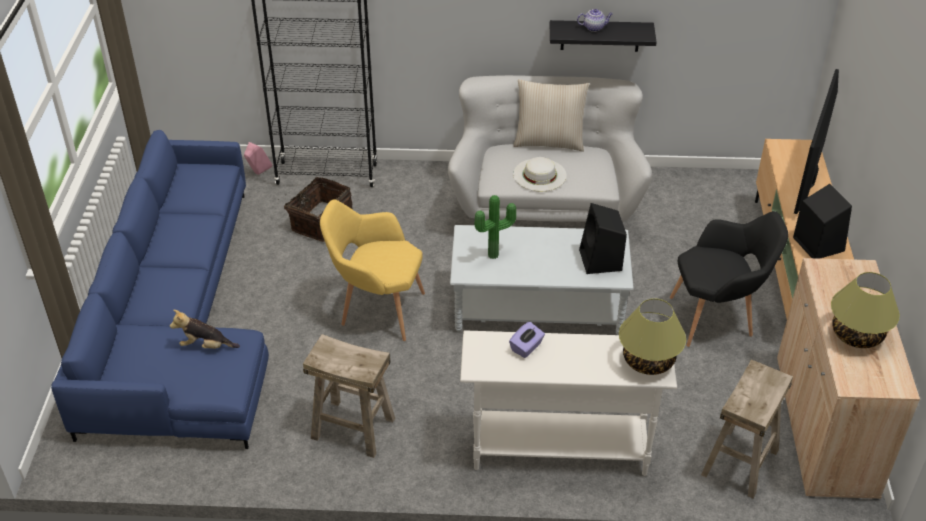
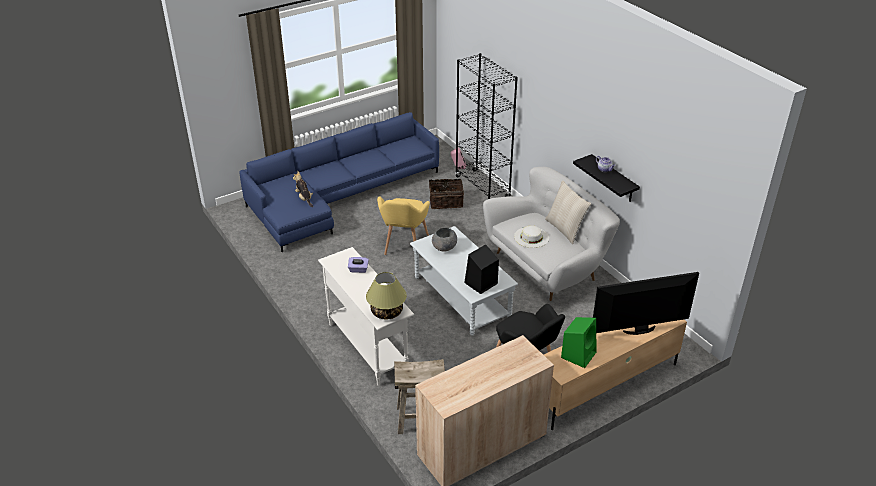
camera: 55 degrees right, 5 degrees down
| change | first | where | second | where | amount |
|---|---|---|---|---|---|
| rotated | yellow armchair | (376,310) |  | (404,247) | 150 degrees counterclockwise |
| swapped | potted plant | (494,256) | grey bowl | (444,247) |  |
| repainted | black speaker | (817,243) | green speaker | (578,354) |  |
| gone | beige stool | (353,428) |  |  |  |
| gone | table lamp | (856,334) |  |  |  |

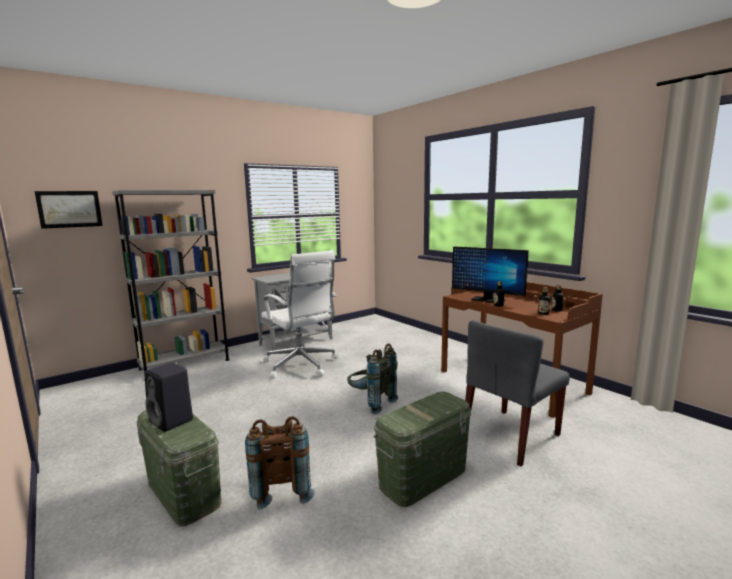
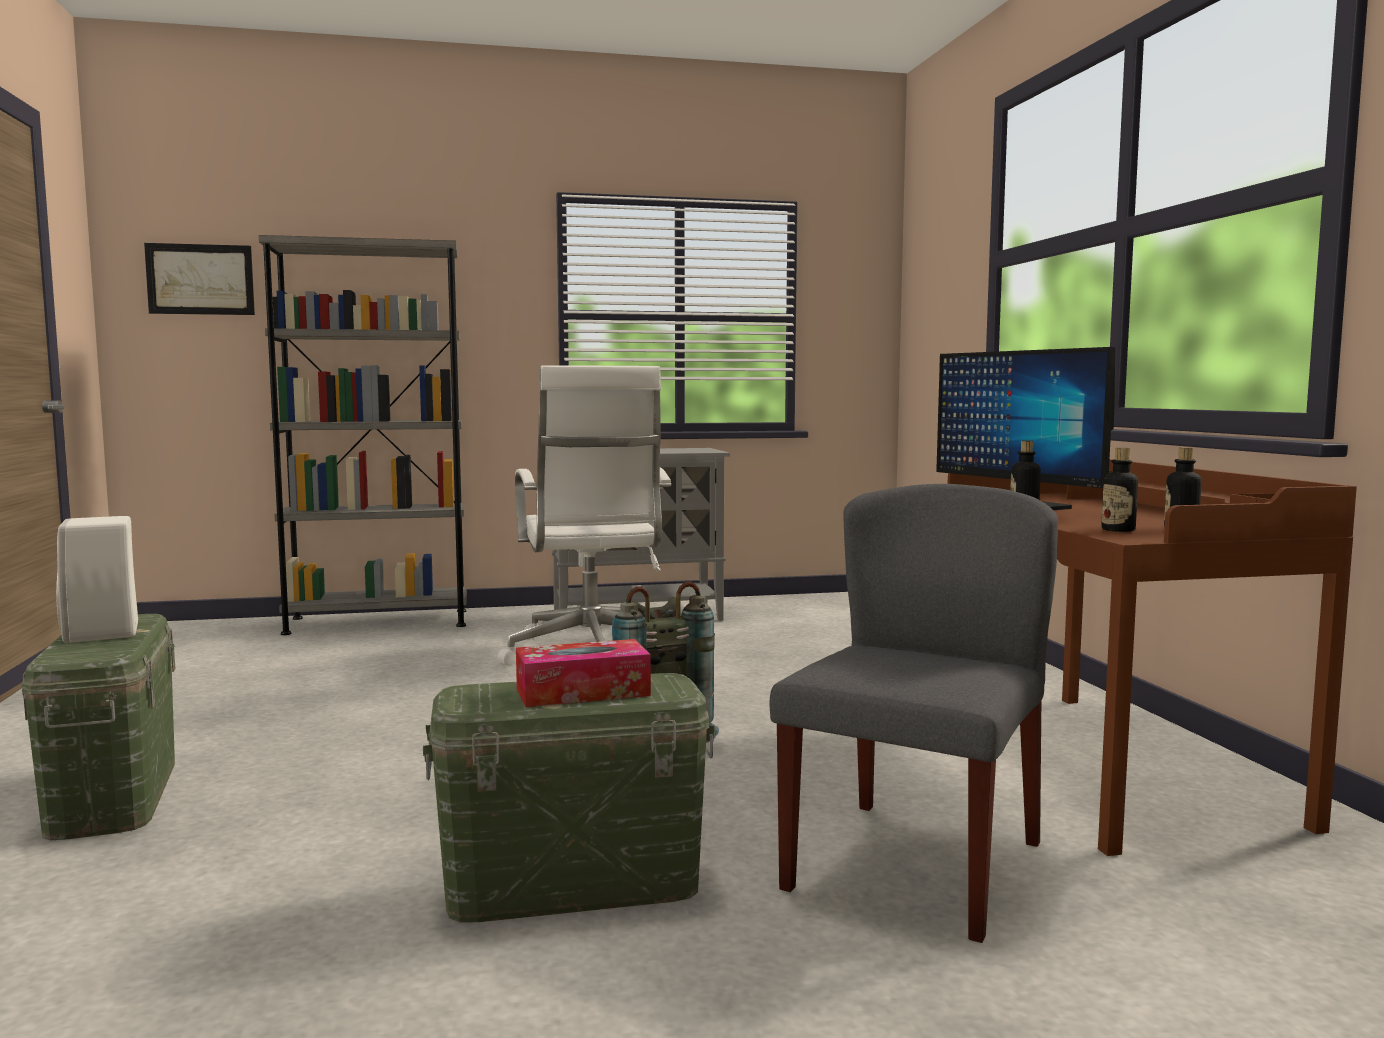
camera: 25 degrees right, 5 degrees down
| change | first | where | second | where | amount |
|---|---|---|---|---|---|
| repainted | black speaker | (172,421) | white speaker | (102,634) |  |
| new |  |  | tissue box | (582,692) |  |
| rotated | grey chair | (510,436) |  | (915,864) | 135 degrees clockwise |
| gone | brown backpack | (282,488) |  |  |  |

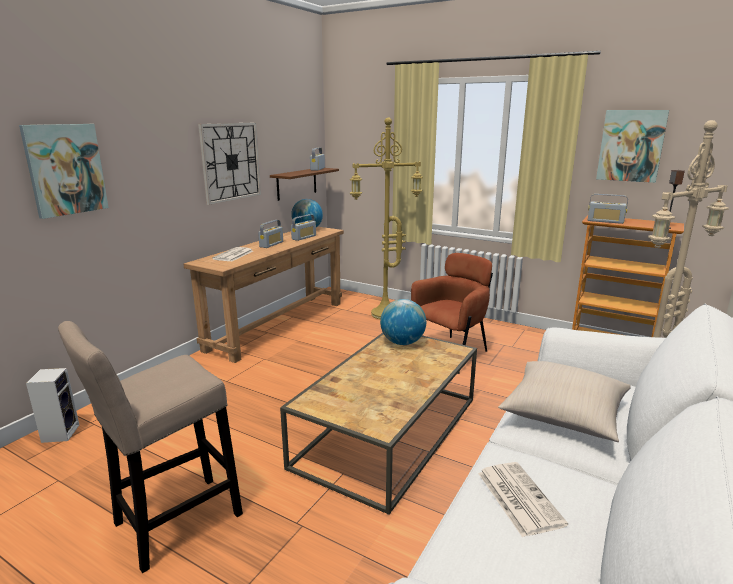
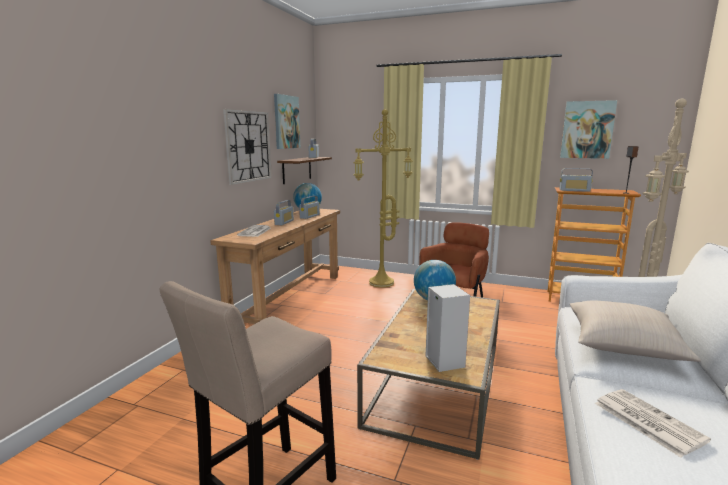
camera: 10 degrees left, 5 degrees down
| change | first | where | second | where | amount |
|---|---|---|---|---|---|
| shifted | picture | (65,169) |  | (286,122) |  |
| shifted | speaker | (60,432) |  | (443,361) |  |

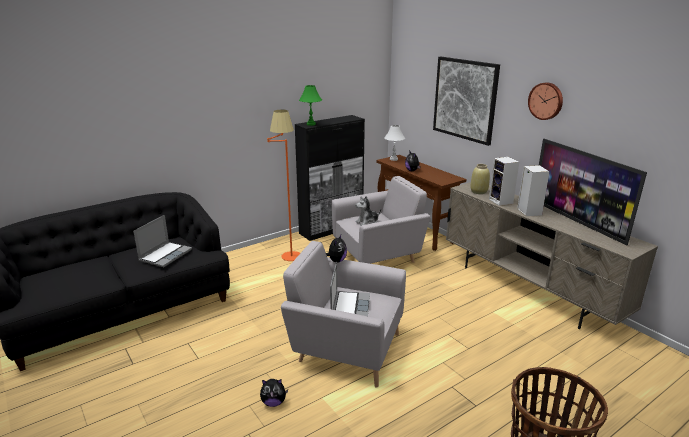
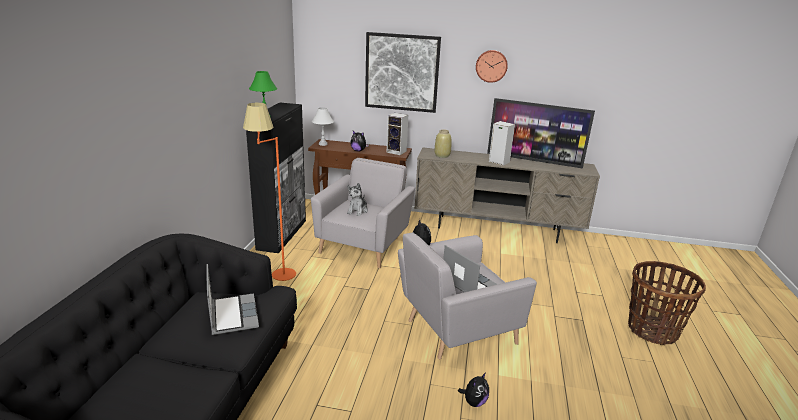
camera: 45 degrees left, 0 degrees up
| change | first | where | second | where | amount |
|---|---|---|---|---|---|
| shifted | speaker | (501,201) |  | (397,152) |  |

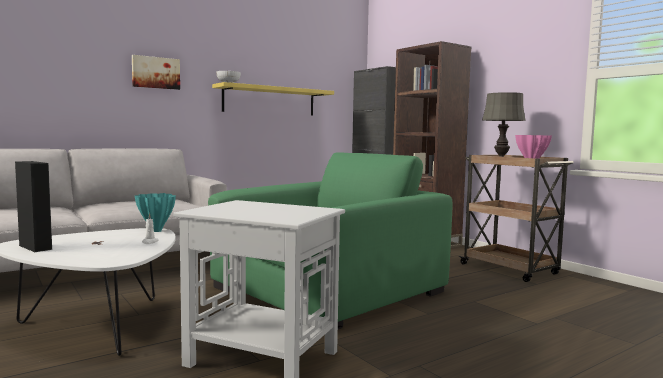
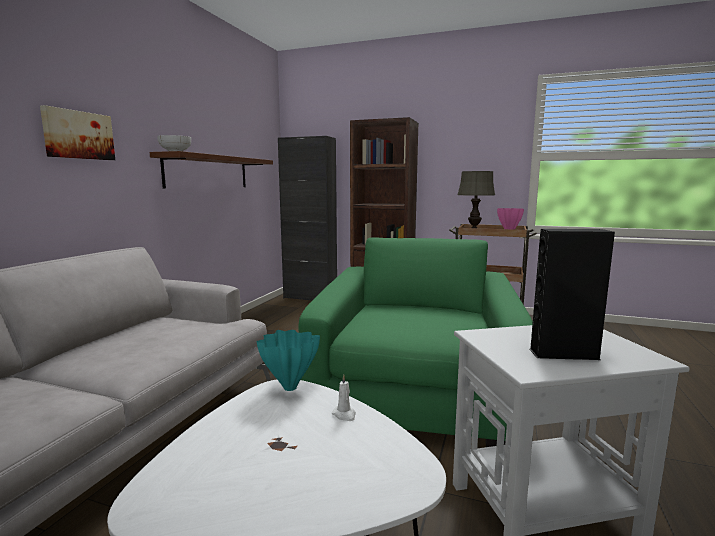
camera: 35 degrees left, 5 degrees up
| change | first | where | second | where | amount |
|---|---|---|---|---|---|
| repainted | yellow shelf | (269,101) | brown shelf | (208,172) |  |
| shifted | black speaker | (35,247) |  | (563,354) |  |

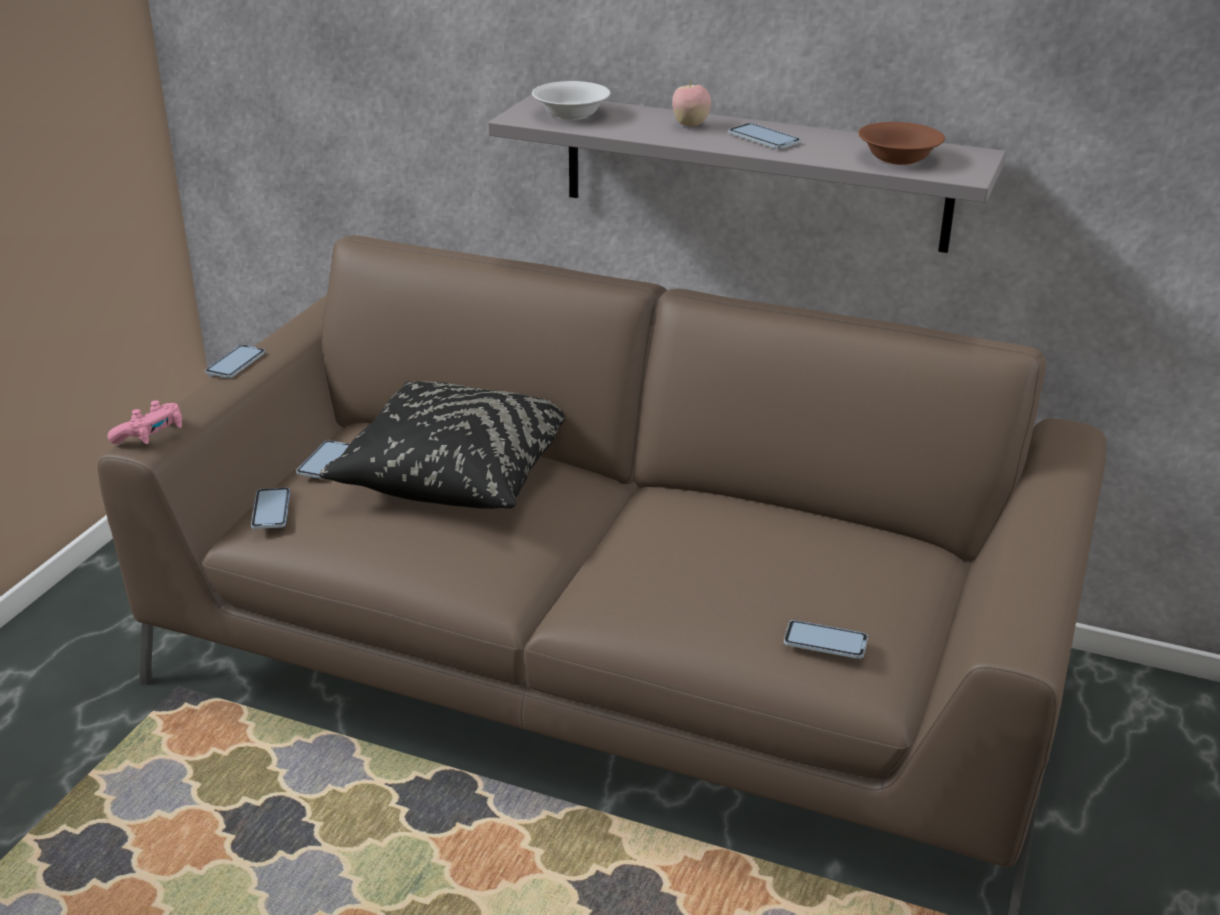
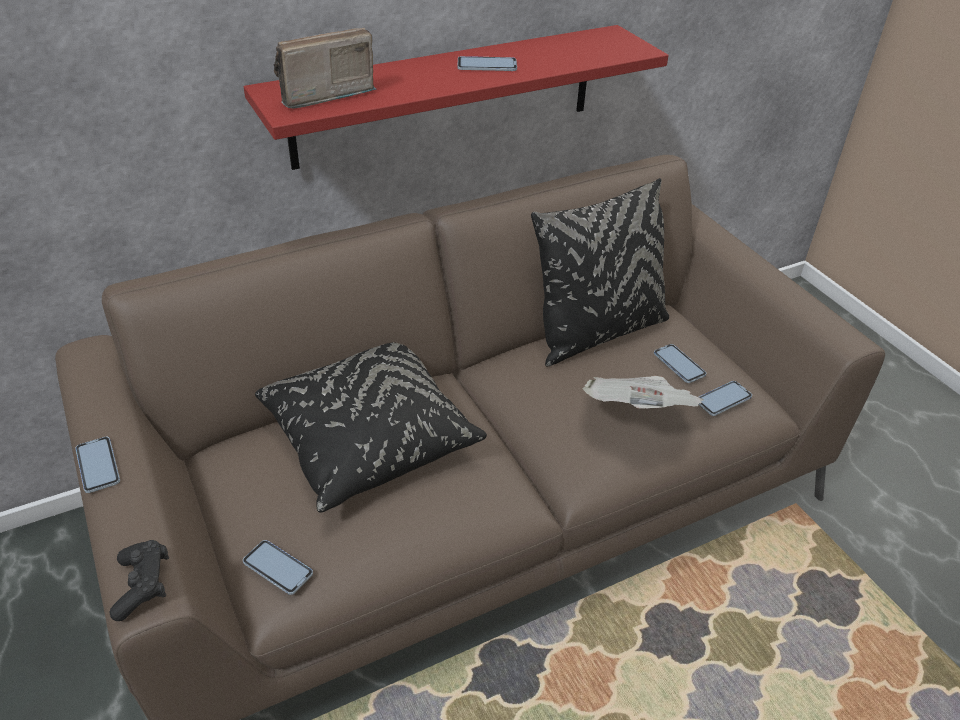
camera: 50 degrees left, 10 degrees up
| change | first | where | second | where | amount |
|---|---|---|---|---|---|
| repainted | pink game controller | (151,436) | black game controller | (143,586) |  |
| repainted | grey shelf | (754,172) | red shelf | (446,96) |  |
| swapped | white bowl | (572,114) | radio | (320,94) |  |
| new |  |  | black pillow | (597,332) |  |
| new |  |  | newspaper | (637,414) |  |
| shifted | phone | (325,461) |  | (679,364) |  |
| gone | apple | (690,125) |  |  |  |
| gone | brown bowl | (897,158) |  |  |  |

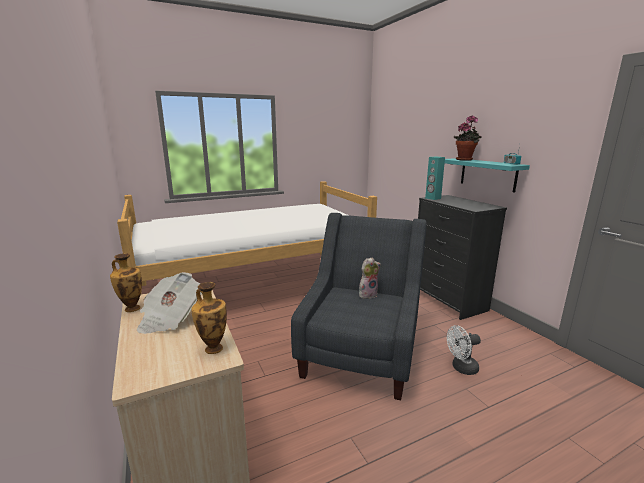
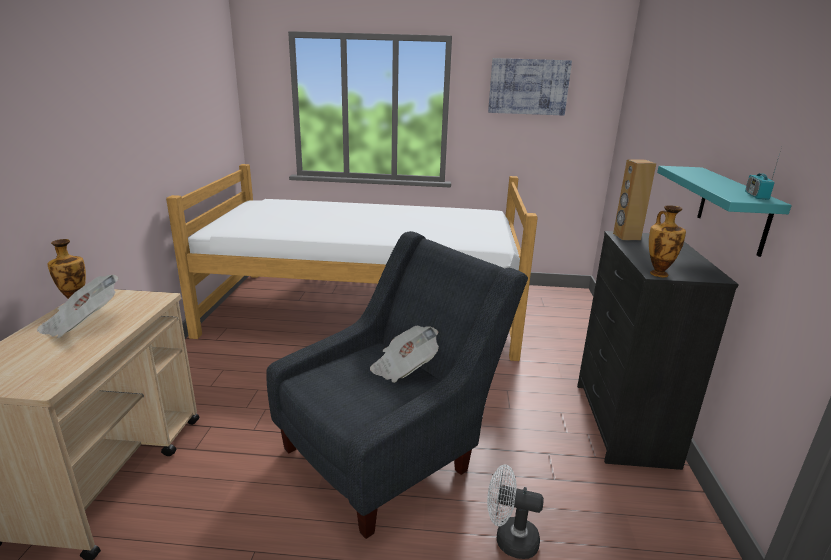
camera: 30 degrees right, 5 degrees up
| change | first | where | second | where | amount |
|---|---|---|---|---|---|
| swapped | plush toy | (368,294) | newspaper | (404,368) |  |
| new |  |  | picture | (528,87) |  |
| repainted | turquoise speaker | (432,198) | brown speaker | (626,236) |  |
| shifted | vase | (213,348) |  | (658,273) |  |
| gone | potted plant | (465,159) |  |  |  |

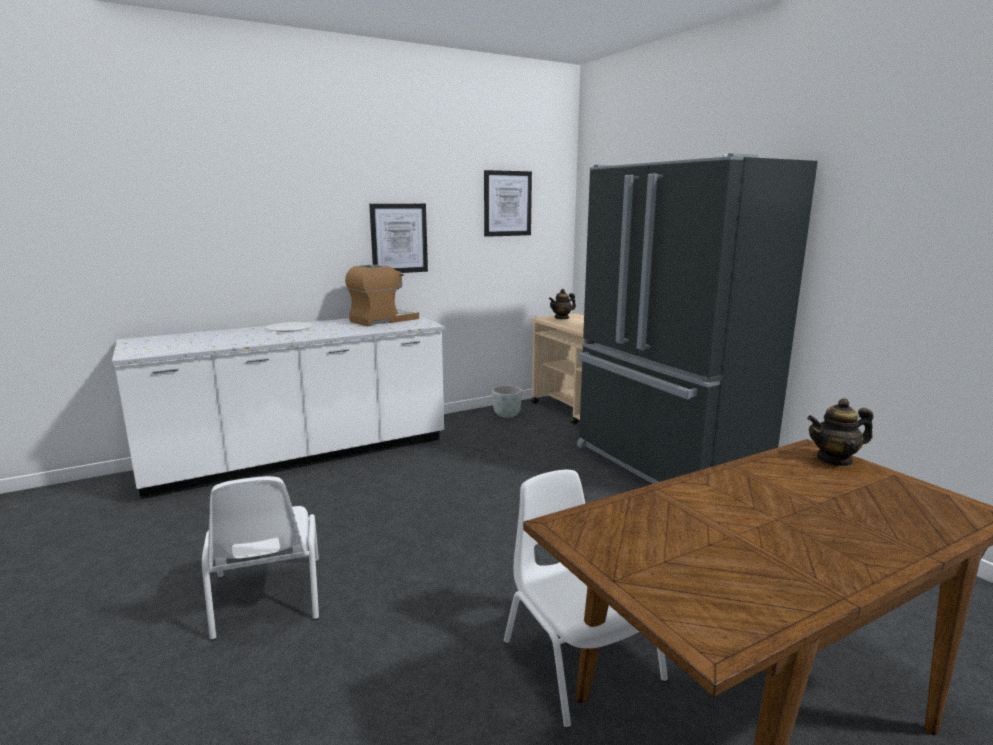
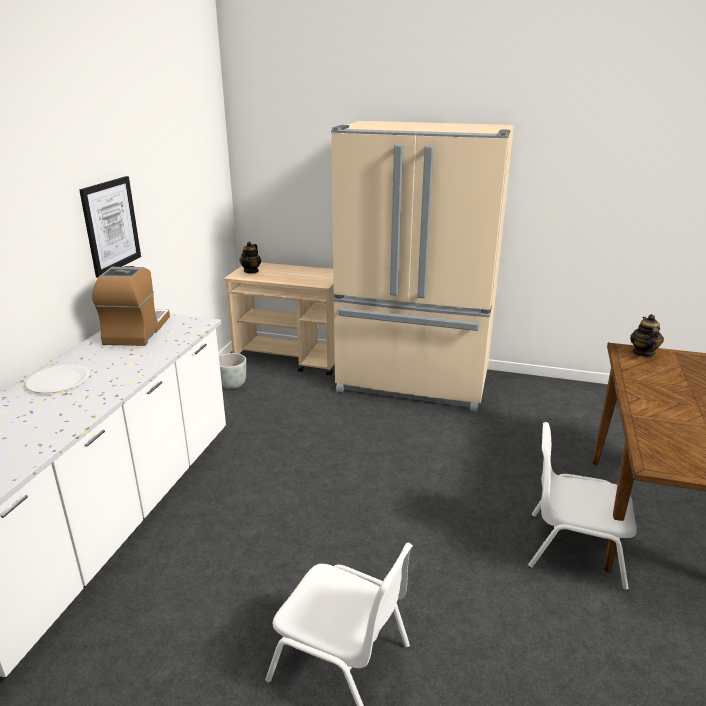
camera: 45 degrees left, 10 degrees up
| change | first | where | second | where | amount |
|---|---|---|---|---|---|
| repainted | black fridge | (665,465) | beige fridge | (413,382) |  |
| rotated | teapot | (835,460) |  | (643,353) | 150 degrees clockwise |
| gone | picture | (507,203) |  |  |  |

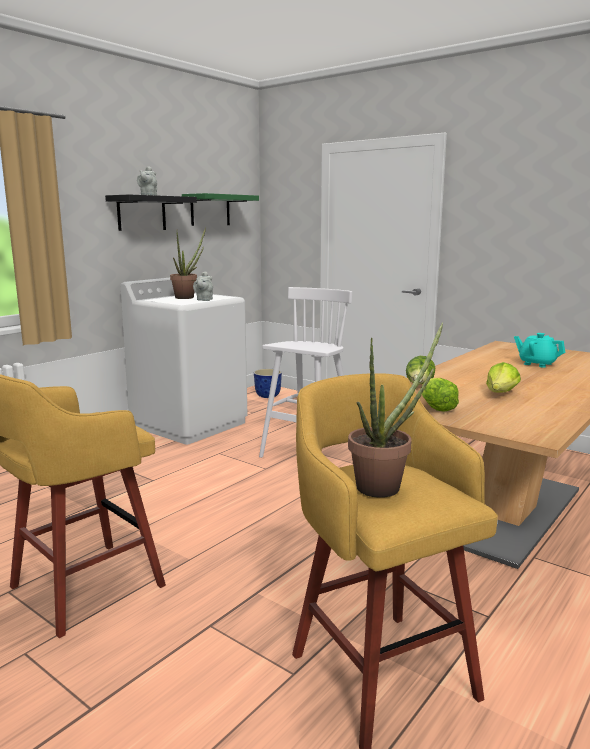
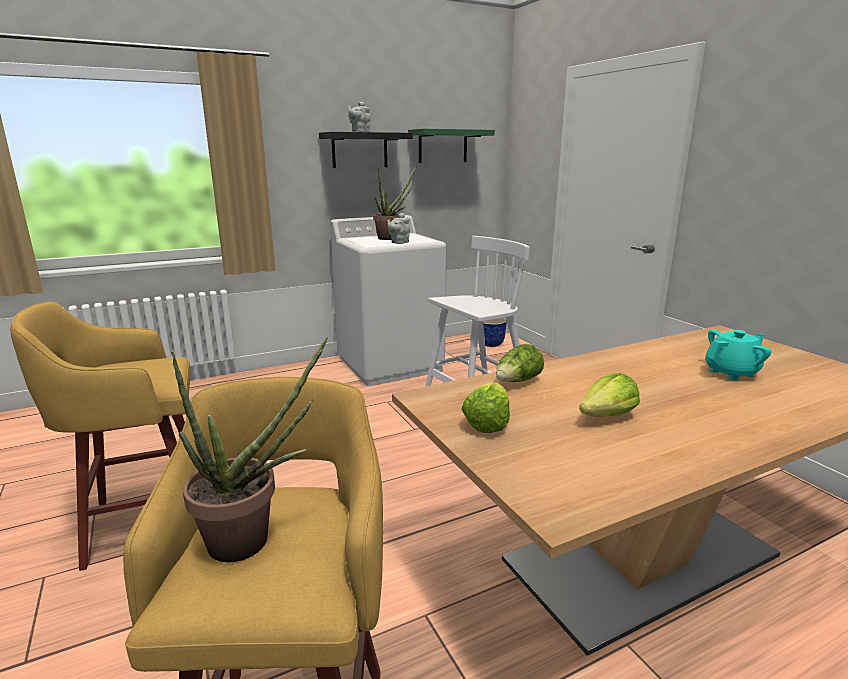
camera: 25 degrees right, 5 degrees up
| change | first | where | second | where | amount |
|---|---|---|---|---|---|
| rotated | turquoise teapot | (537,364) |  | (732,373) | 90 degrees clockwise |

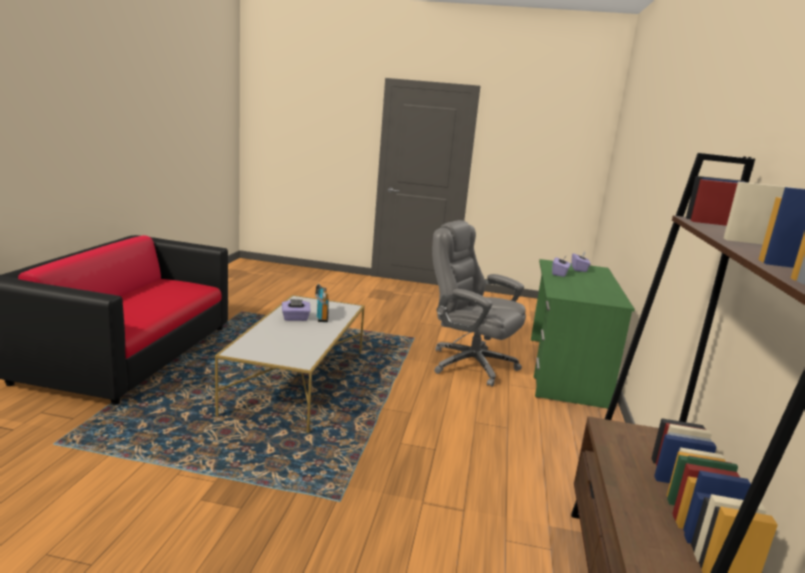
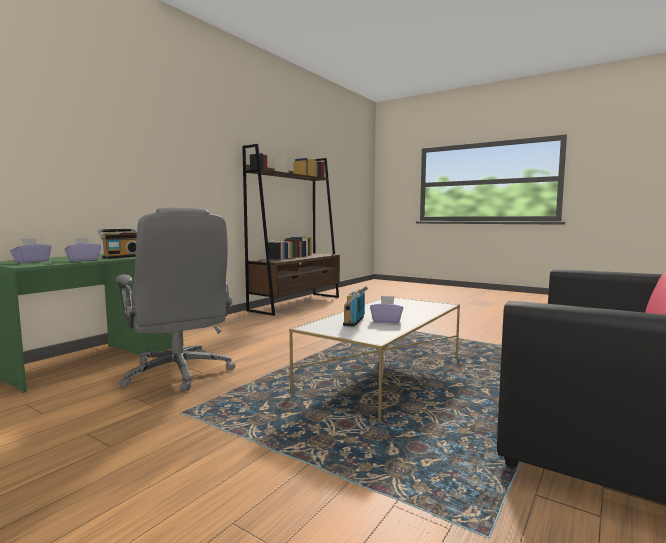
camera: 155 degrees left, 10 degrees down
| change | first | where | second | where | amount |
|---|---|---|---|---|---|
| new |  |  | radio | (121,257) |  |

